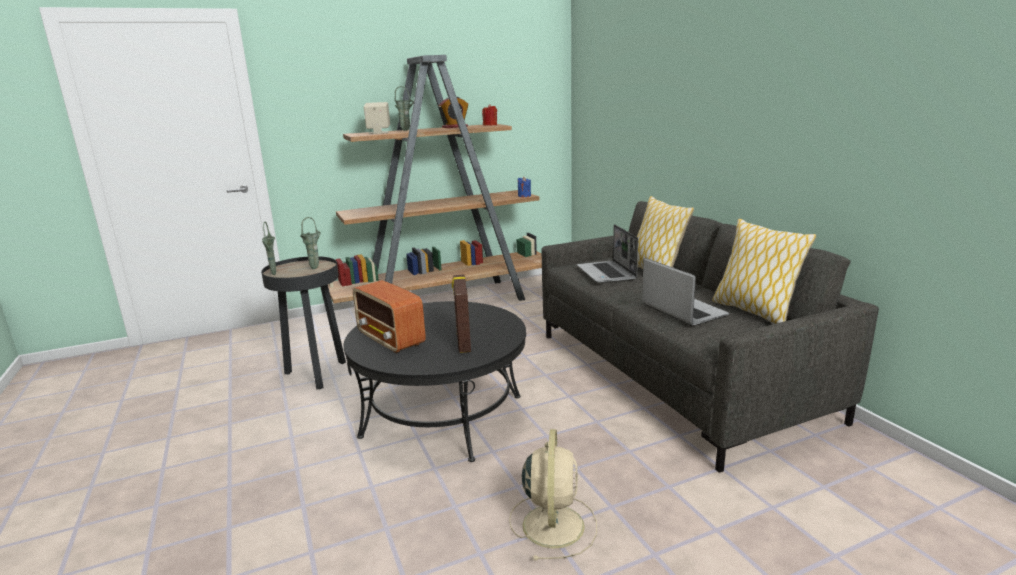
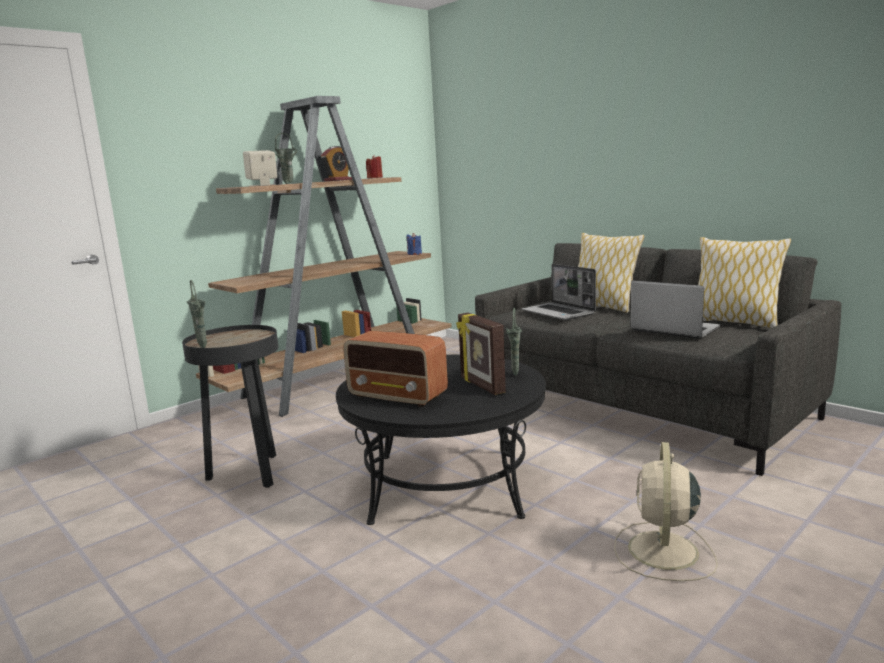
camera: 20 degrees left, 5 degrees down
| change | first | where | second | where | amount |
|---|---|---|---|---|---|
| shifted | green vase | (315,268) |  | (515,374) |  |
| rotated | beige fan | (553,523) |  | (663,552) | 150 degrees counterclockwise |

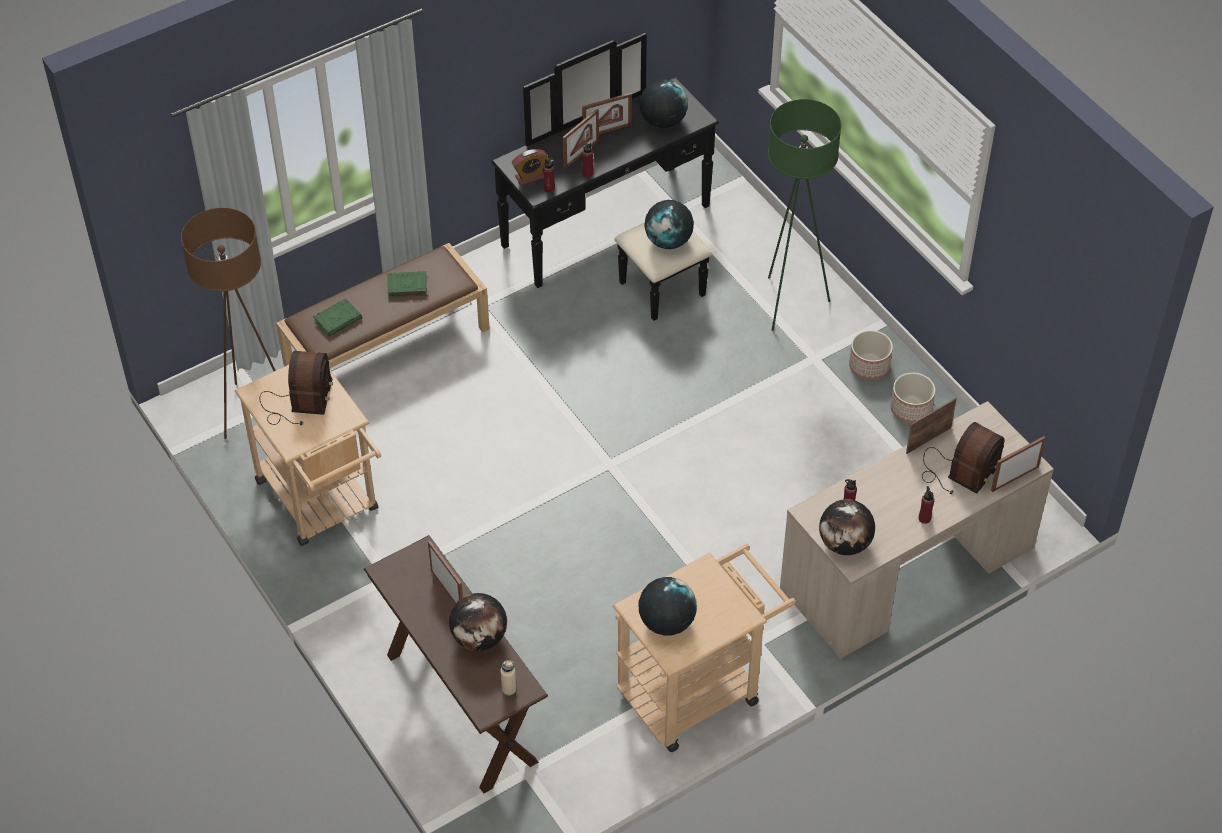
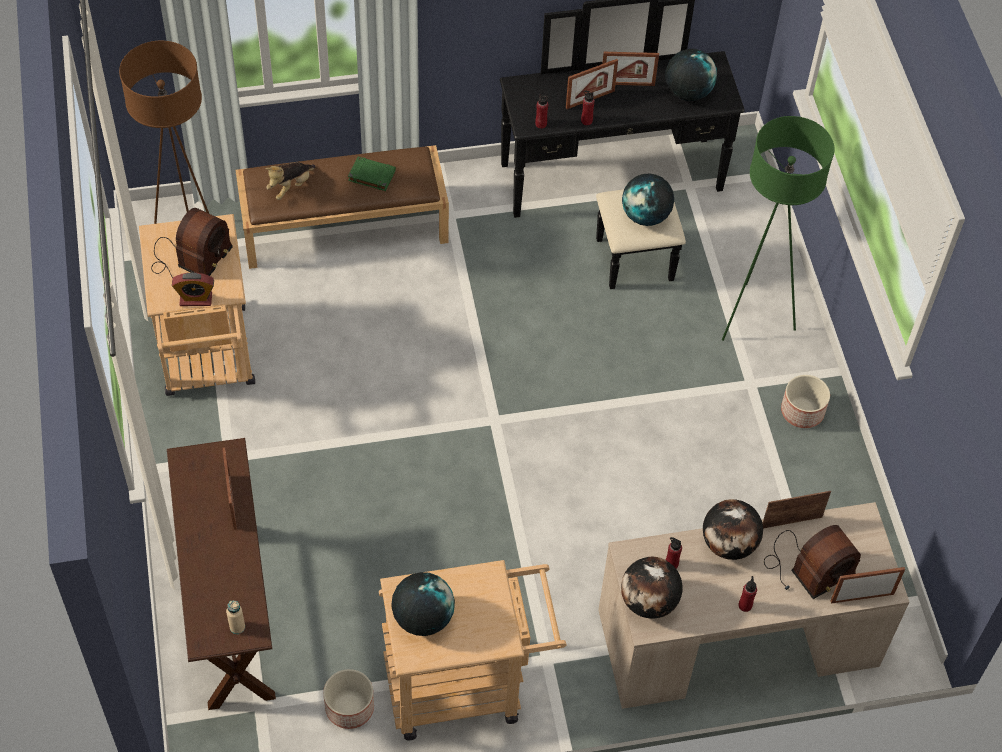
camera: 20 degrees right, 5 degrees up
| change | first | where | second | where | amount |
|---|---|---|---|---|---|
| shifted | alarm clock | (530,177) |  | (196,299) |  |
| swapped | green book | (338,319) | plush toy | (290,187) |  |
| shifted | planter | (910,409) |  | (349,707) |  |
| shifted | globe | (479,638) |  | (729,544) |  |

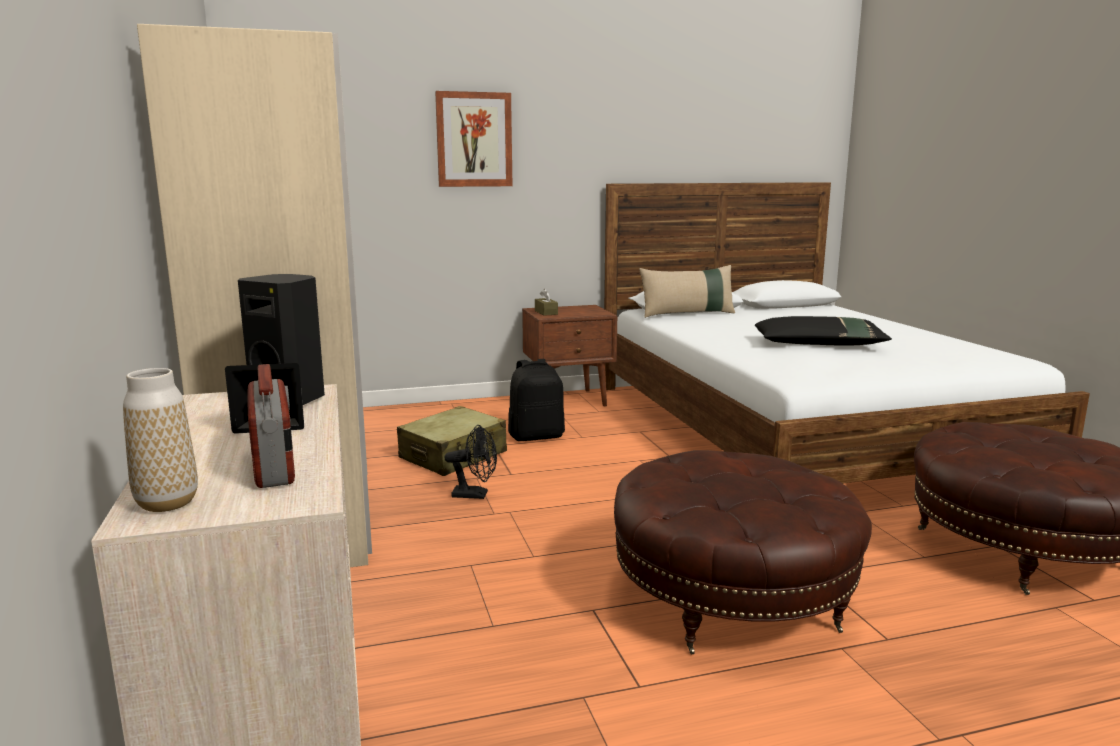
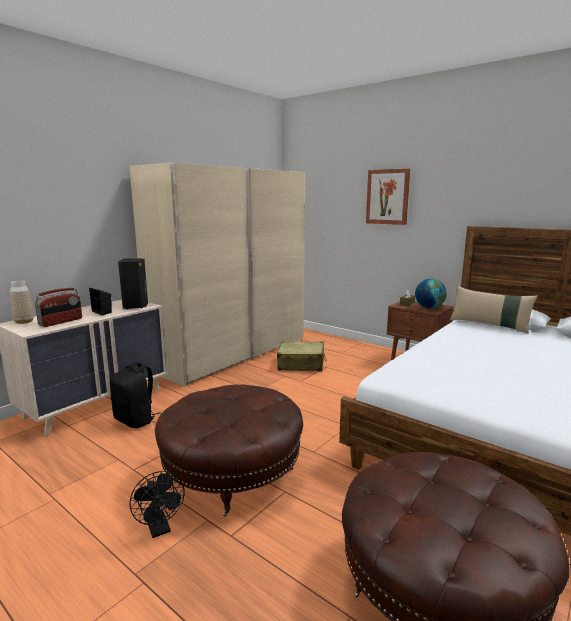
camera: 55 degrees right, 0 degrees up
| change | first | where | second | where | amount |
|---|---|---|---|---|---|
| shifted | black backpack | (536,436) |  | (136,420) |  |
| shifted | black fan | (475,495) |  | (160,529) |  |
| new |  |  | globe | (429,308) |  |
| gone | black pillow | (820,344) |  |  |  |

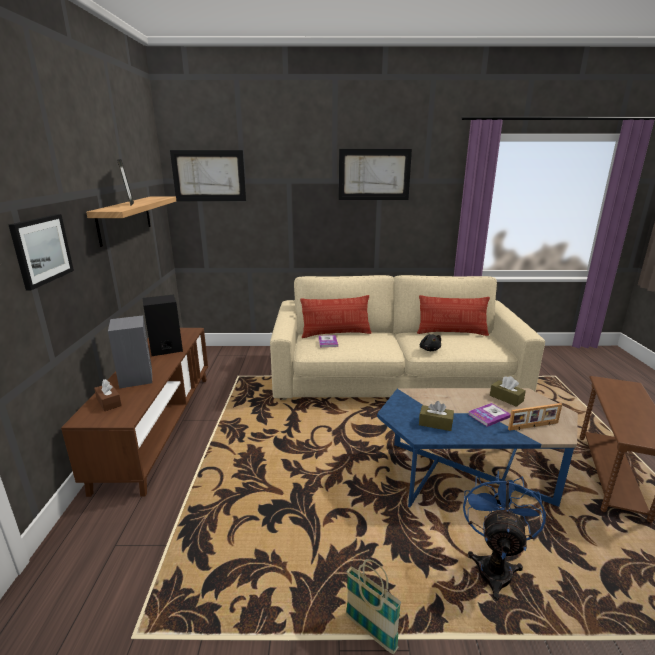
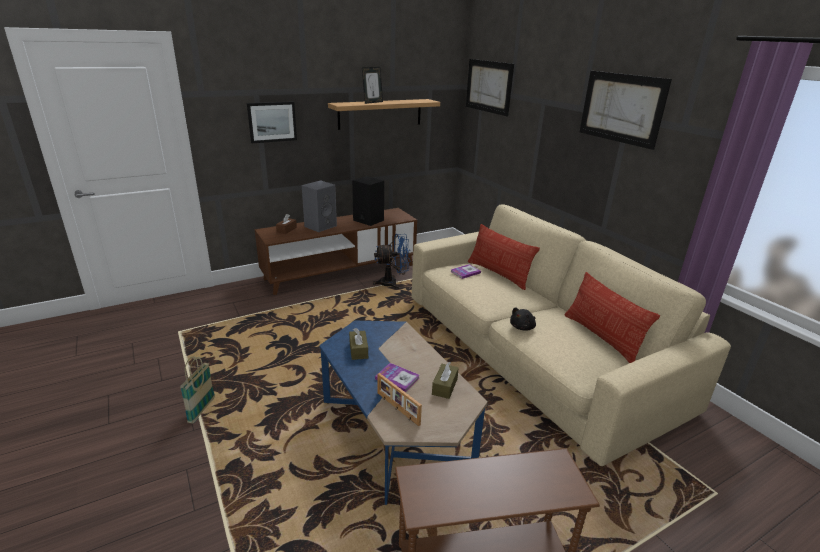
camera: 60 degrees right, 5 degrees up
| change | first | where | second | where | amount |
|---|---|---|---|---|---|
| shifted | blue fan | (494,566) |  | (393,283) |  |

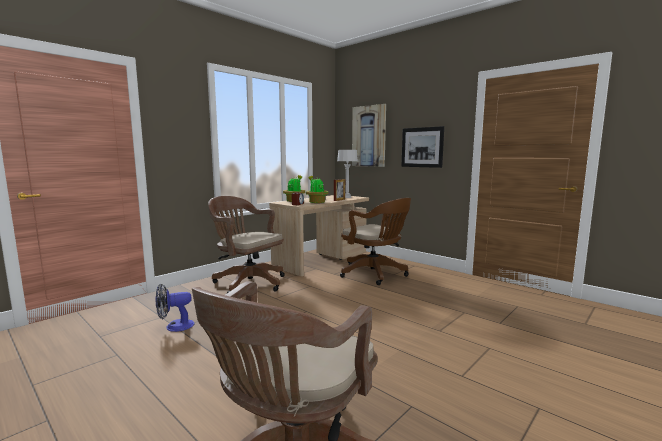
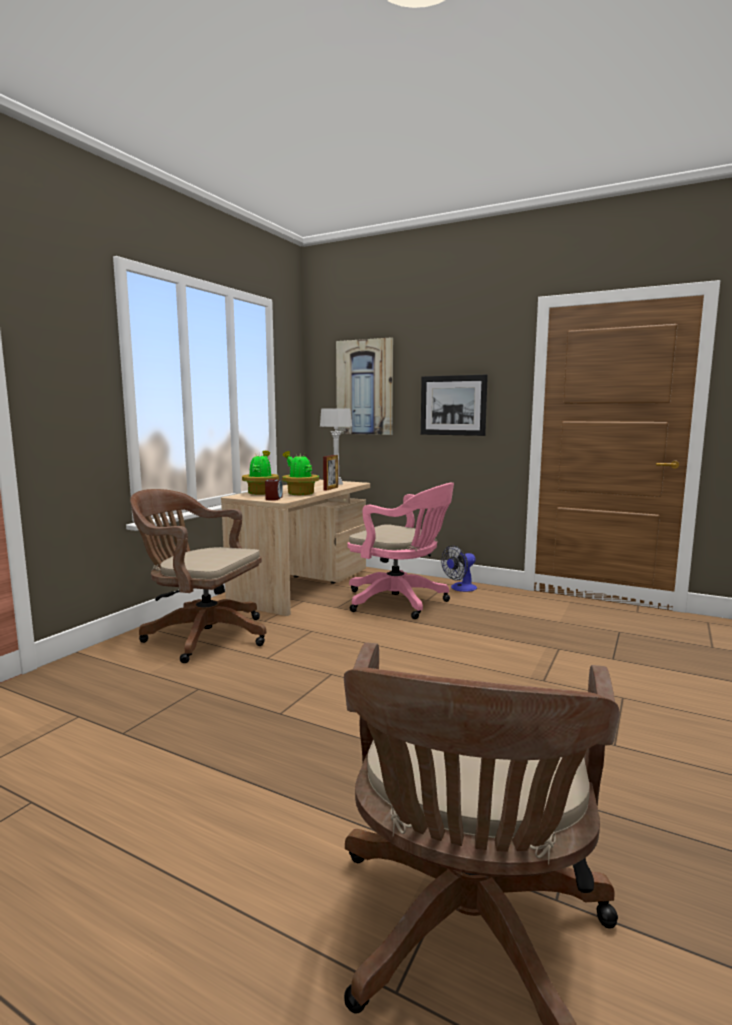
camera: 15 degrees left, 0 degrees up
| change | first | where | second | where | amount |
|---|---|---|---|---|---|
| repainted | brown office chair | (375,274) | pink office chair | (400,602) |  |
| shifted | fan | (174,326) |  | (460,588) |  |

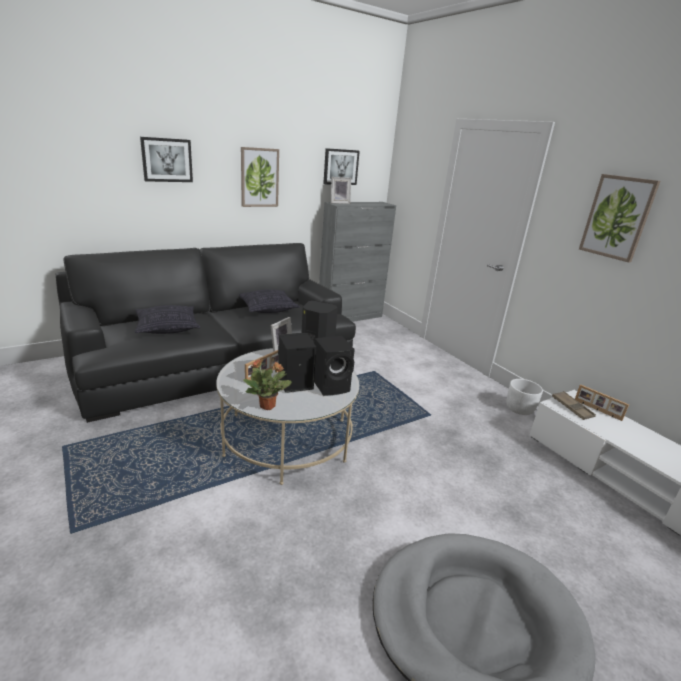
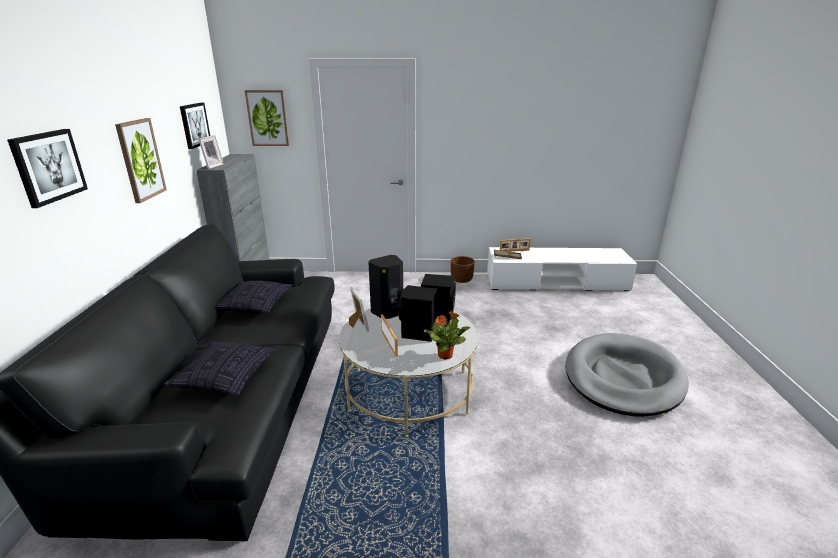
camera: 55 degrees left, 0 degrees up
| change | first | where | second | where | amount |
|---|---|---|---|---|---|
| shifted | picture | (617,217) |  | (268,118) |  |
| repainted | white planter | (519,409) | brown planter | (462,279) |  |

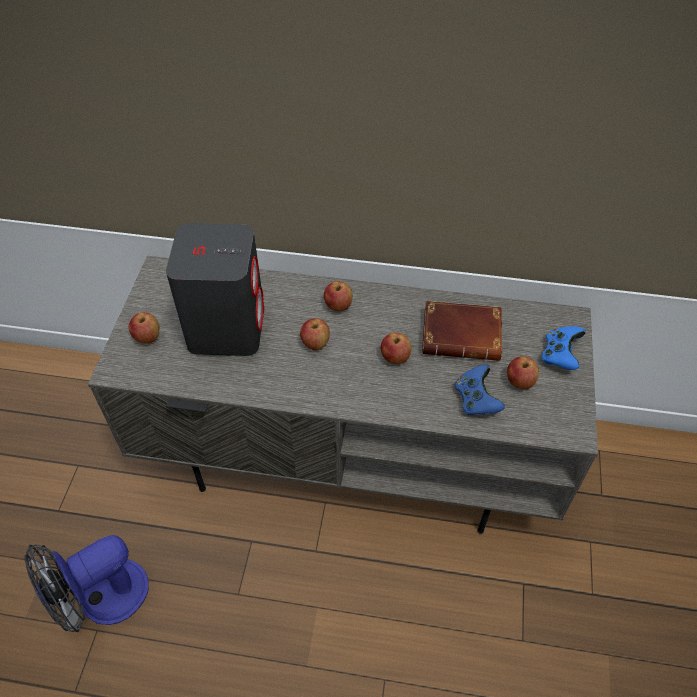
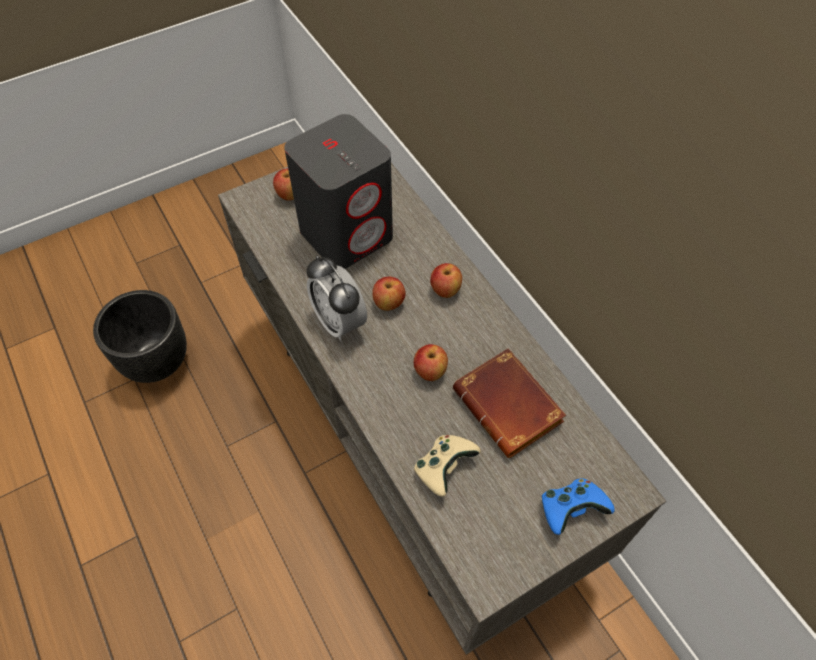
camera: 50 degrees right, 5 degrees up
| change | first | where | second | where | amount |
|---|---|---|---|---|---|
| swapped | fan | (102,599) | black planter | (158,363) |  |
| new |  |  | alarm clock | (339,322) |  |
| repainted | blue game controller | (476,400) | beige game controller | (444,468) |  |
| gone | apple | (519,382) |  |  |  |

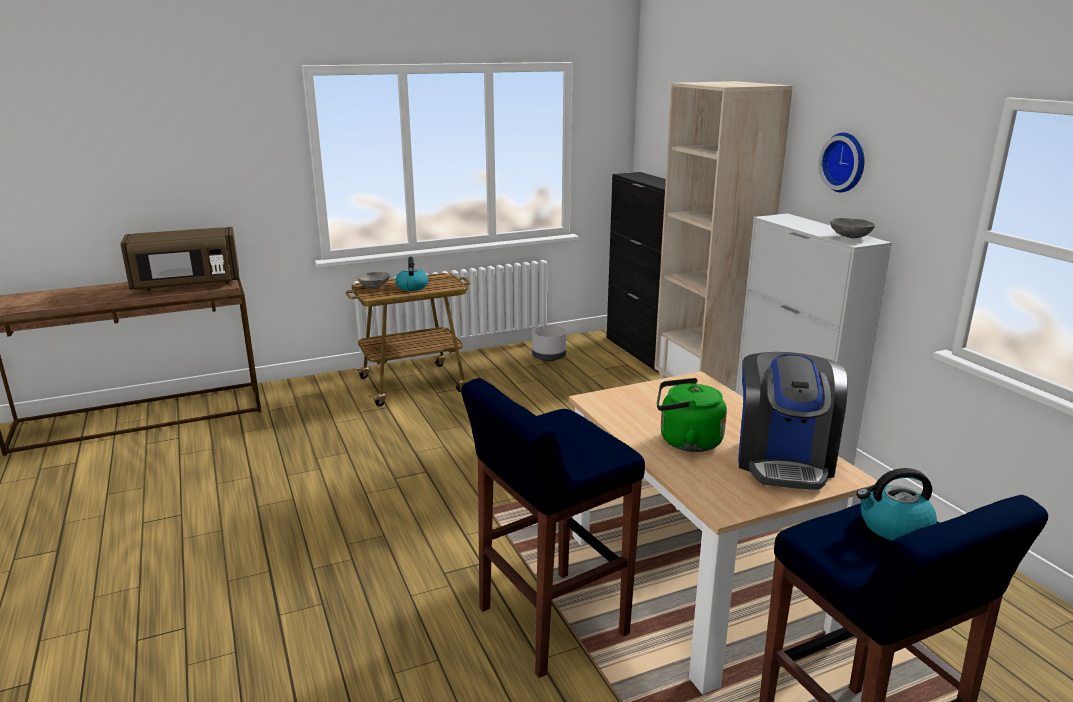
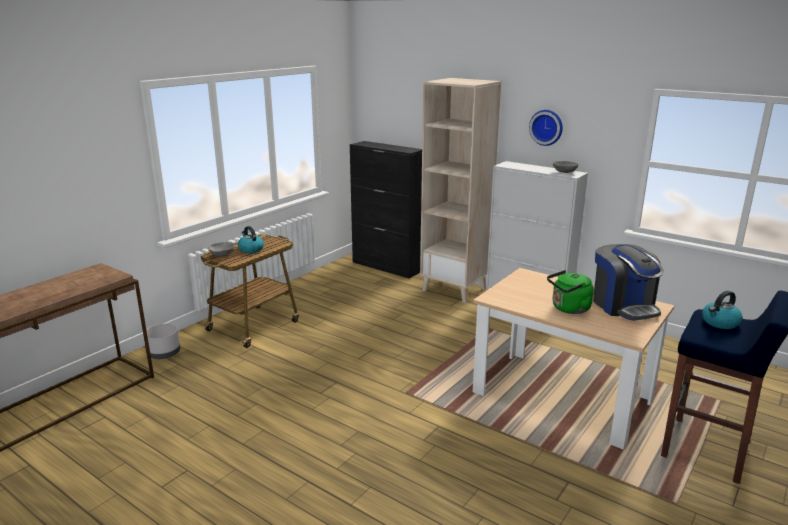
camera: 30 degrees left, 0 degrees up
| change | first | where | second | where | amount |
|---|---|---|---|---|---|
| shifted | grey planter | (549,357) |  | (164,353) |  |
| gone | brown microwave | (186,284) |  |  |  |
| gone | blue stool | (550,622) |  |  |  |

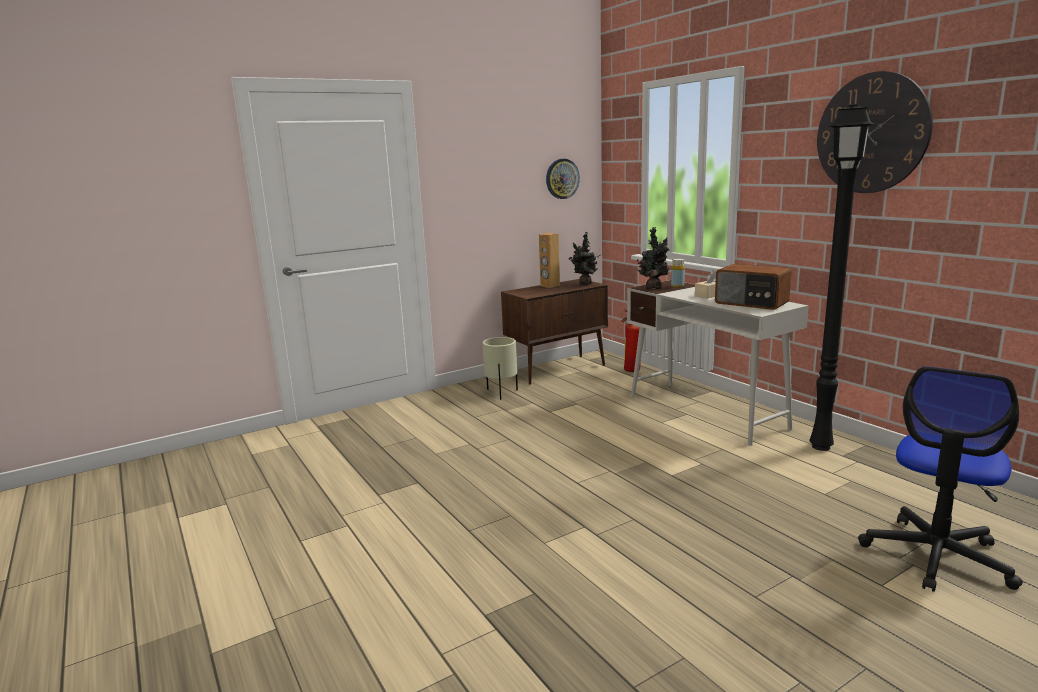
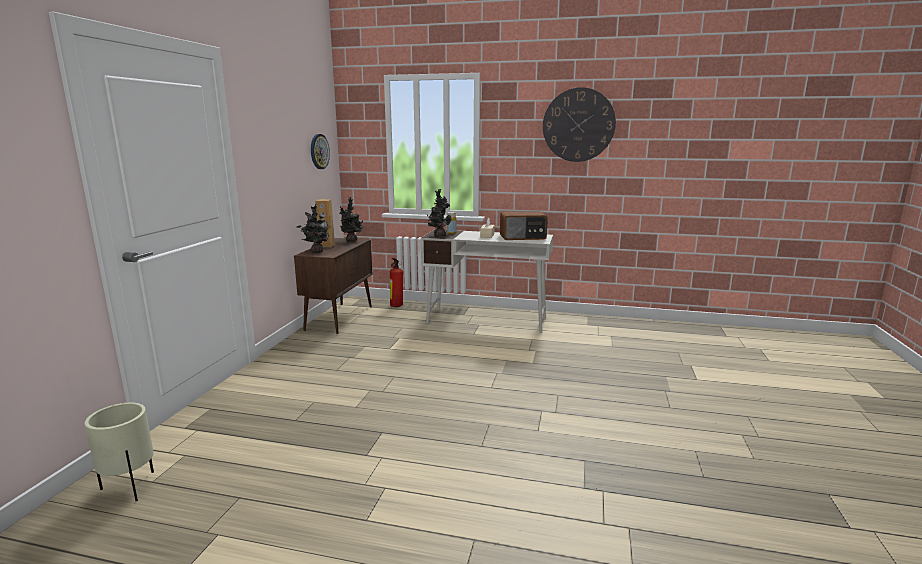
camera: 45 degrees left, 0 degrees up
| change | first | where | second | where | amount |
|---|---|---|---|---|---|
| shifted | beige planter | (501,393) |  | (130,488) |  |
| new |  |  | potted plant | (316,252) |  |
| gone | black floor lamp | (822,446) |  |  |  |
| gone | office chair | (936,556) |  |  |  |

